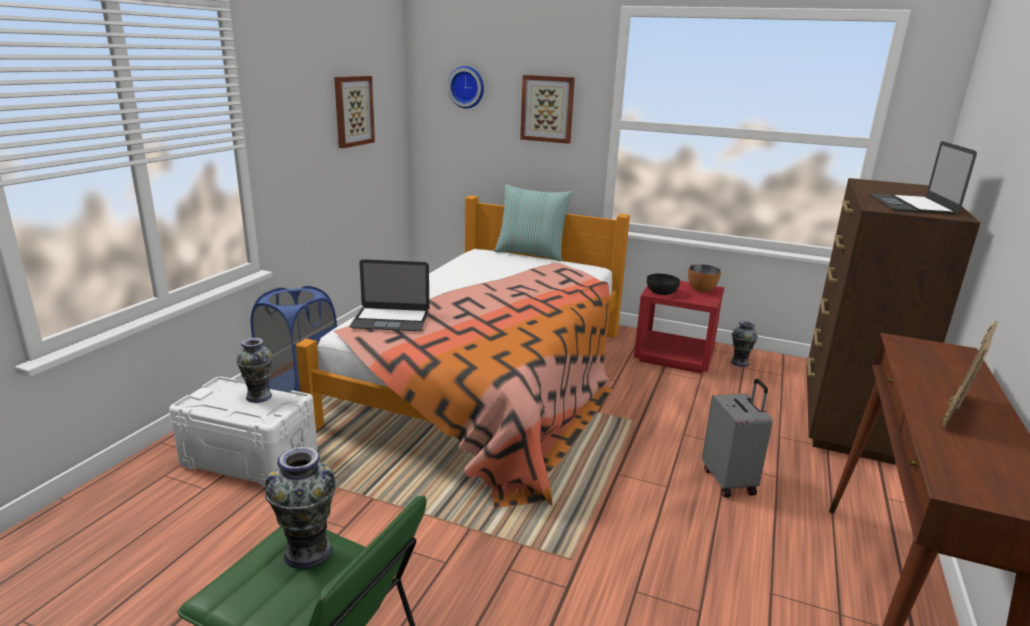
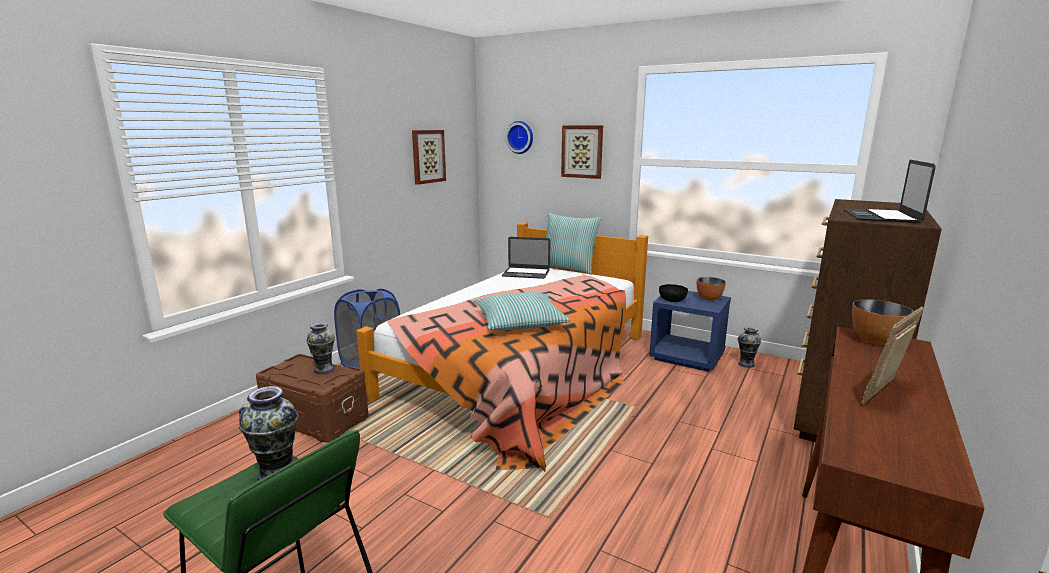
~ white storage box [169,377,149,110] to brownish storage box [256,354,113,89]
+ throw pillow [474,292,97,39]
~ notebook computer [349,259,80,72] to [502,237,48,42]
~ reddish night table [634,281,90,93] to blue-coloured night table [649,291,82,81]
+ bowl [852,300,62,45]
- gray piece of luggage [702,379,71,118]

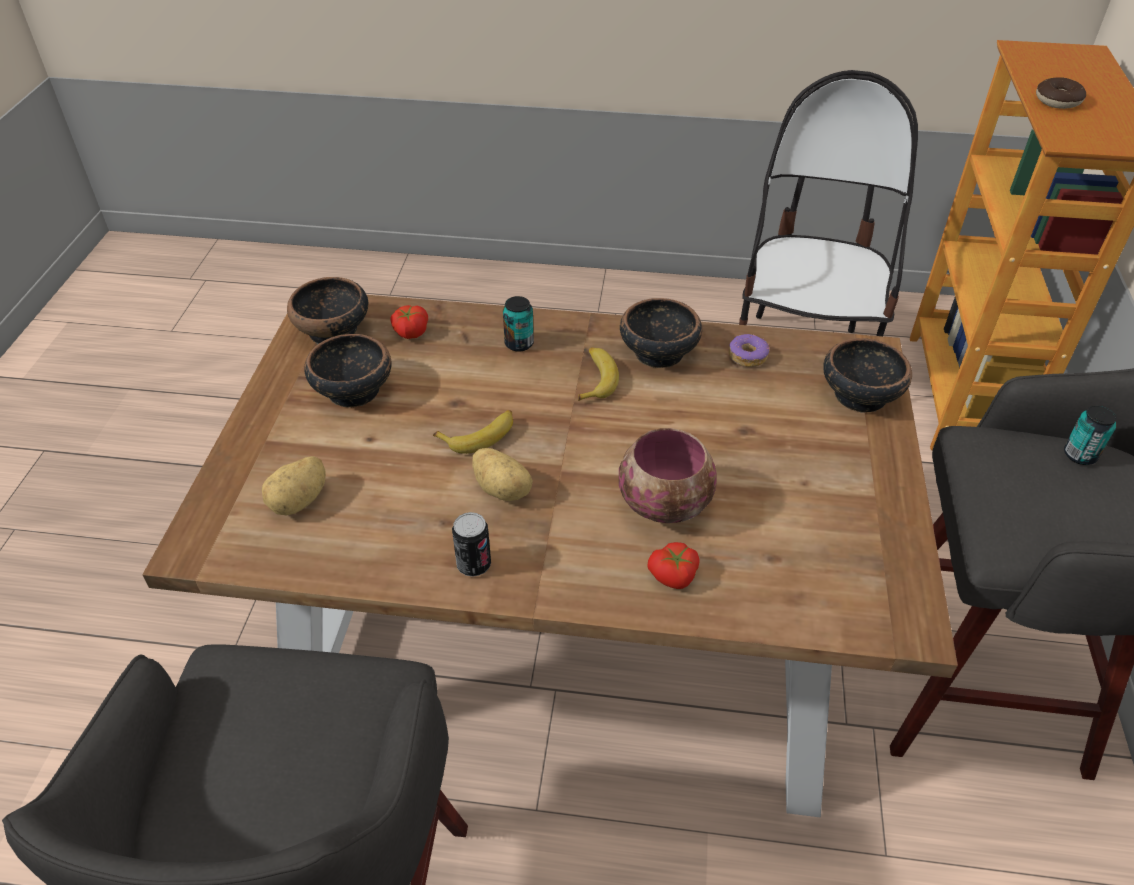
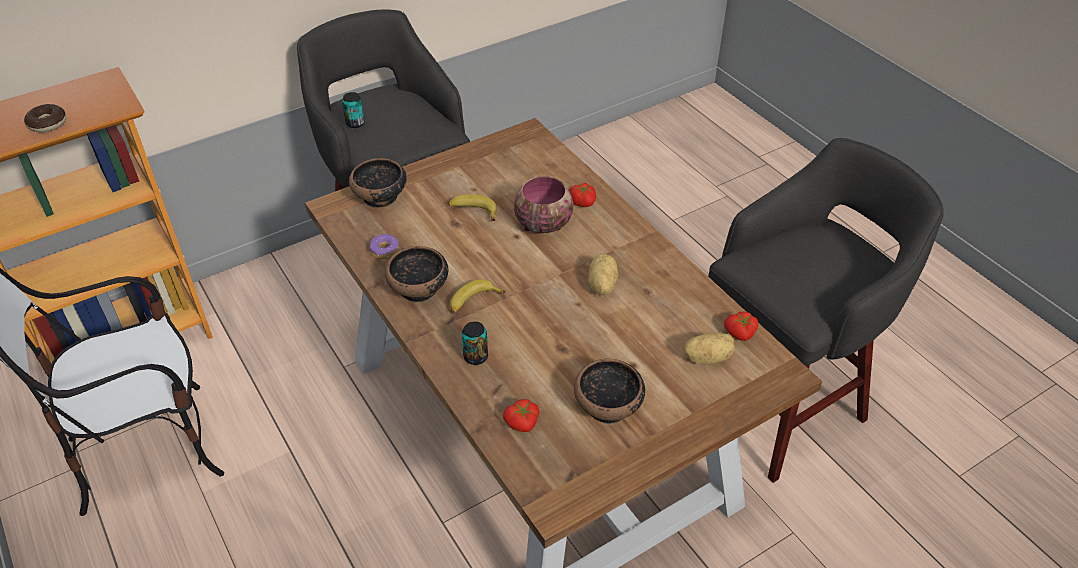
~ whole banana [433,410,80,44] to [448,194,49,27]
+ whole tomato [724,312,34,29]
- bowl [287,277,81,67]
- can [452,512,39,65]

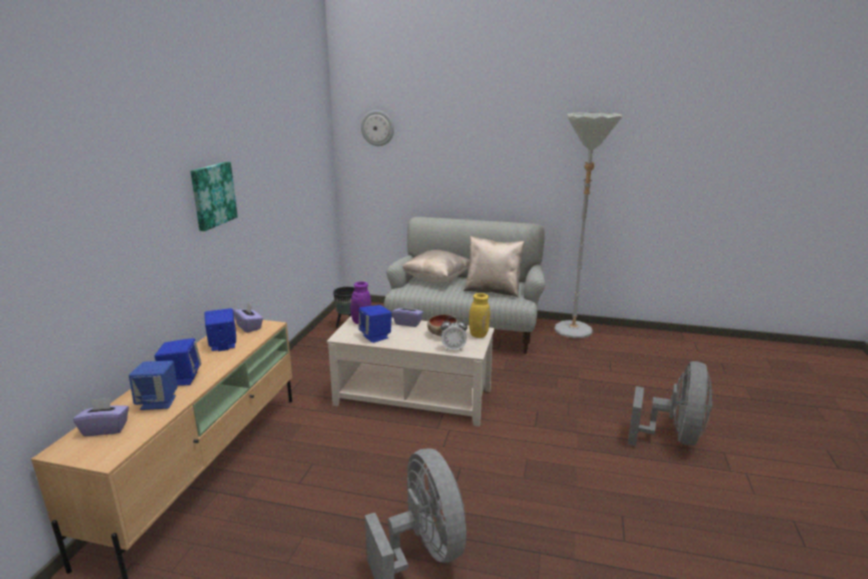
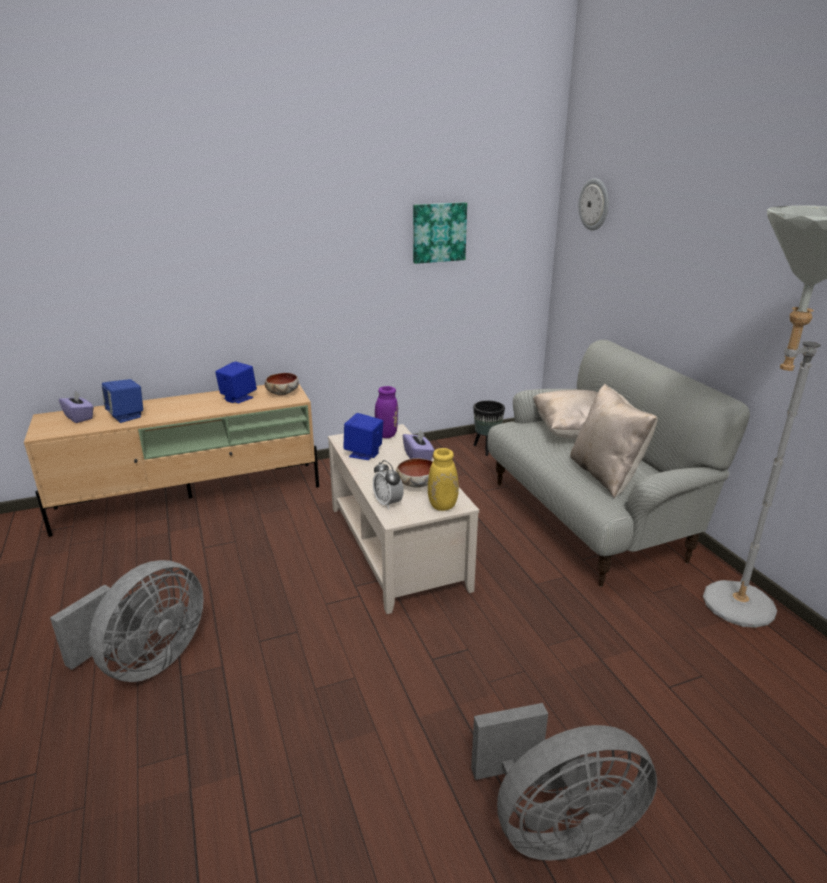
~ purplish tissue holder [233,304,30,29] to bowl [265,373,34,23]
~ wall picture [191,162,47,69] to [413,202,54,62]
- blue-coloured speaker [154,338,47,48]

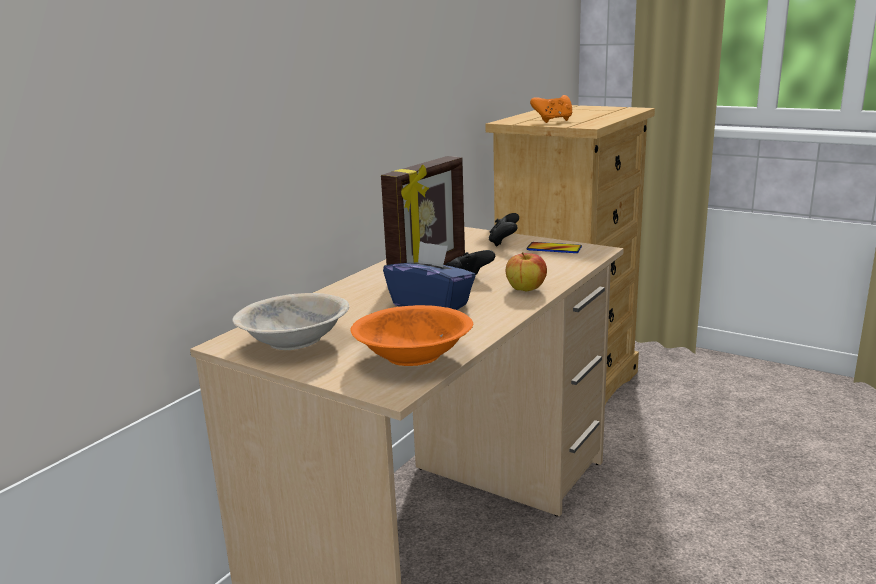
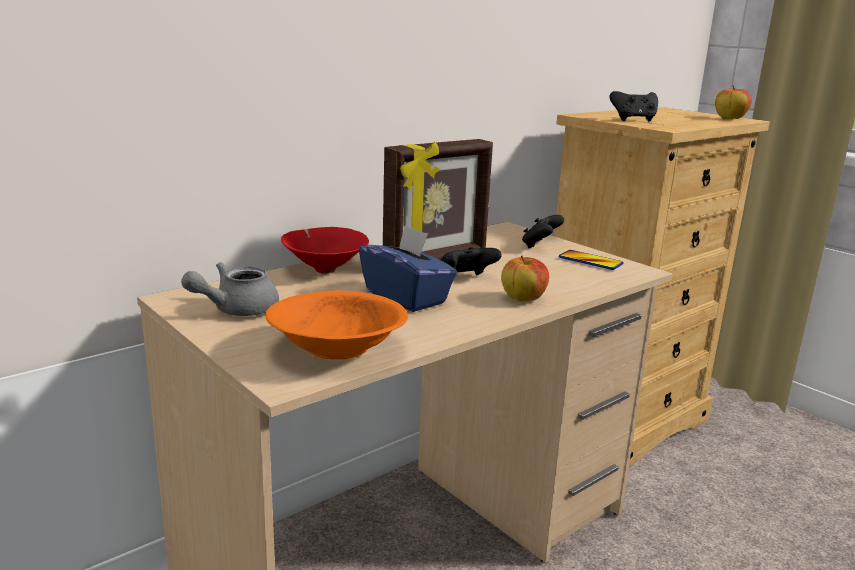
~ beige-coloured bowl [232,293,117,57] to gray teapot [181,262,98,54]
+ reddish bowl [281,227,88,47]
~ orange-coloured gamepad [530,95,42,28] to black-coloured gamepad [609,91,49,31]
+ apple fruit [715,85,37,34]

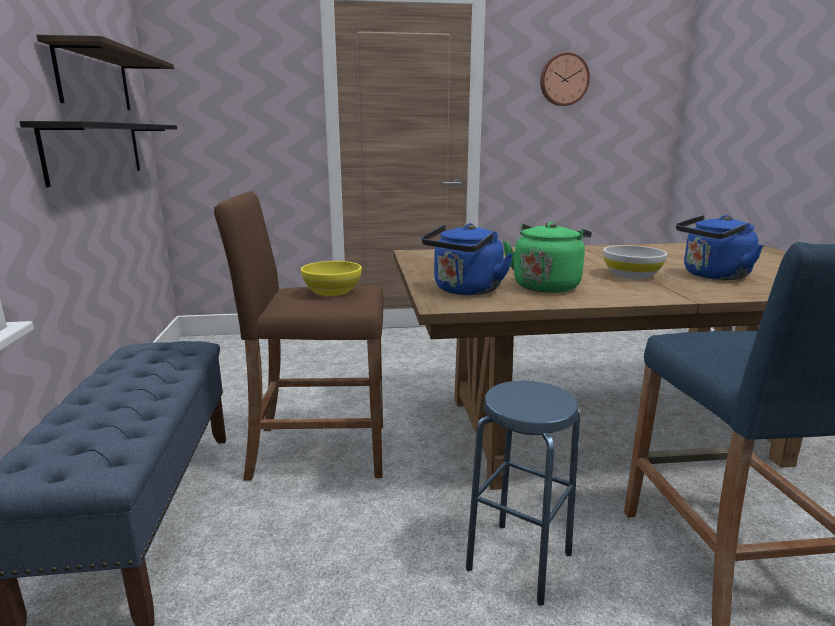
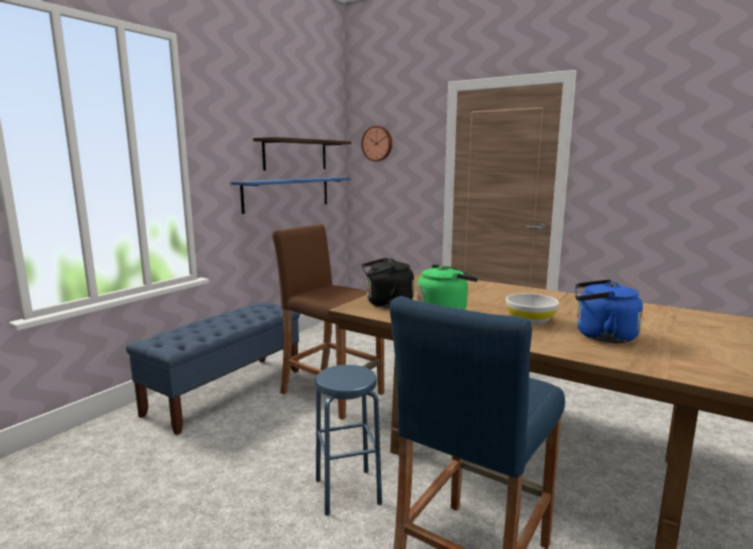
~ black-coloured shelf [20,121,157,66] to blue-coloured shelf [231,177,119,37]
~ clock on the wall [540,52,50,54] to [361,126,31,35]
~ blue-coloured tea kettle [422,223,91,72] to black-coloured tea kettle [361,258,53,50]
- yellow-coloured bowl [301,261,61,35]

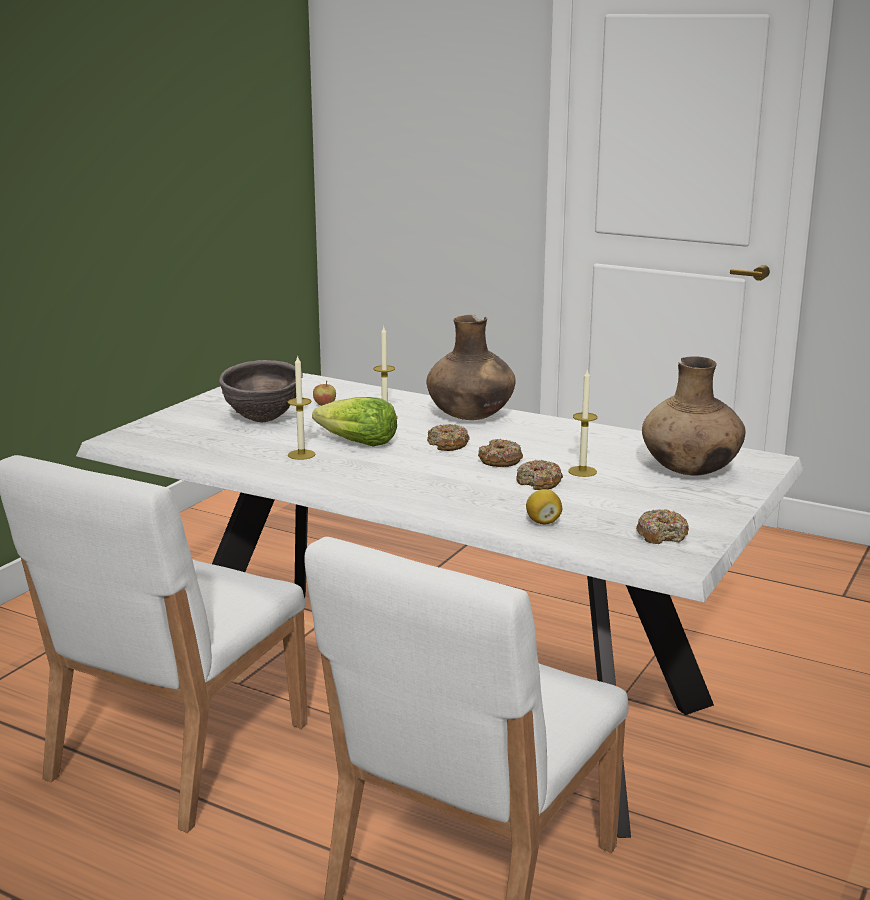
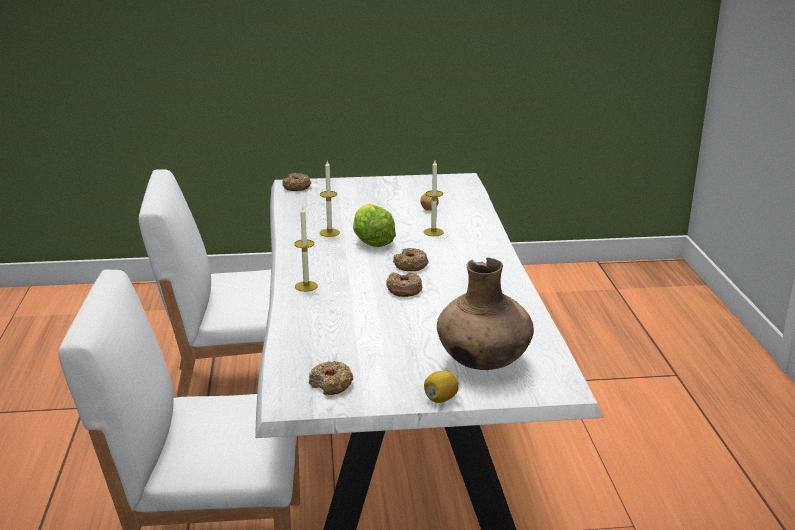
~ doughnut [516,460,47,30] to [282,173,29,18]
~ wax candle [568,368,30,109] to [294,207,24,85]
~ lemon [526,489,36,36] to [424,371,35,32]
- brownish bowl [219,360,84,62]
- brownish decorative vase [427,315,89,105]

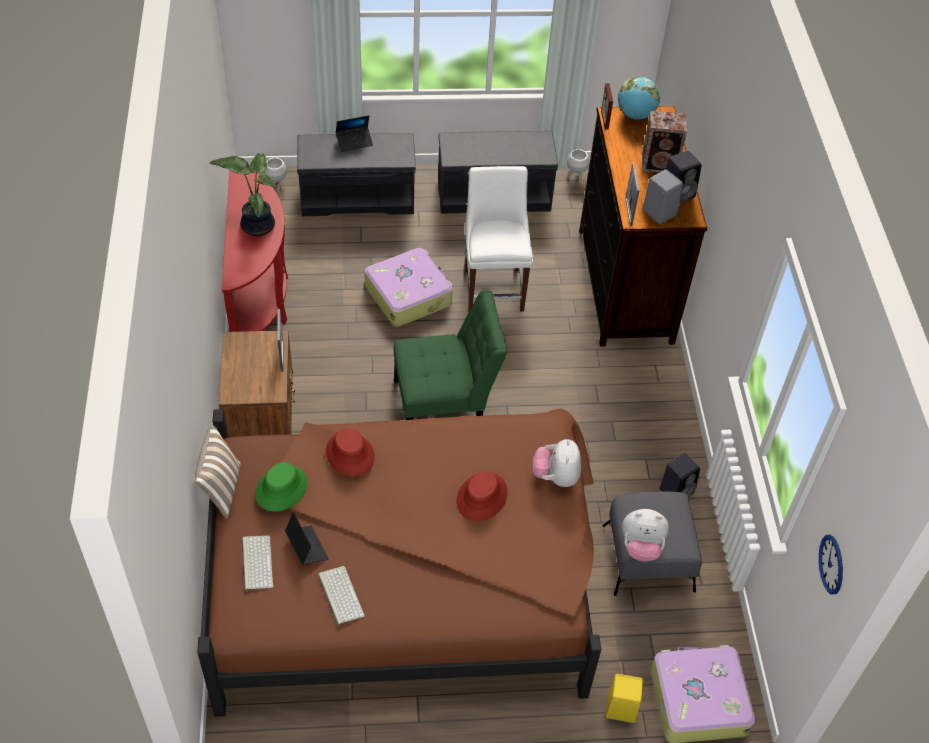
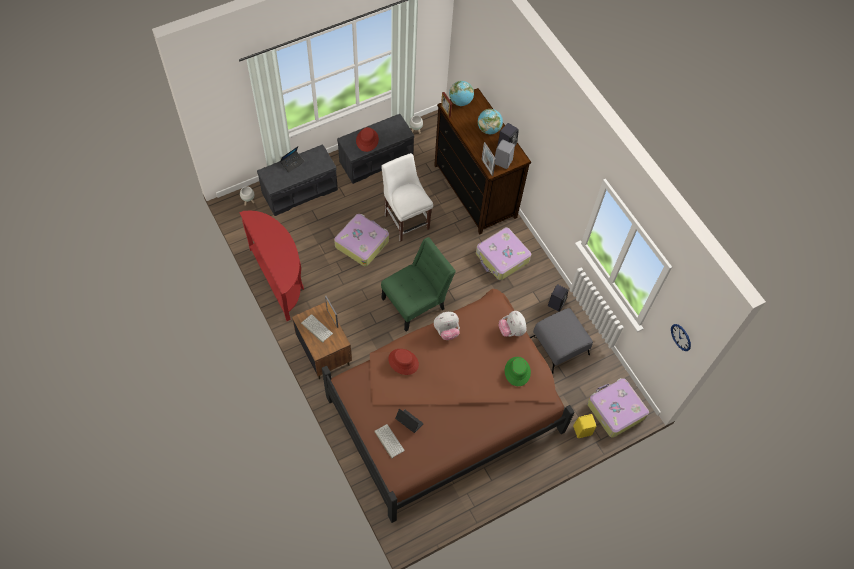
~ PC keyboard [318,566,47,60] to [301,314,32,29]
~ reddish hat [456,471,52,50] to [356,127,23,25]
~ cuddly toy [622,509,47,53] to [434,312,26,28]
+ piece of luggage [476,227,55,53]
~ speaker [642,111,45,61] to desk globe [478,109,25,25]
~ greenish hat [255,462,53,50] to [505,357,26,29]
- throw pillow [194,424,47,95]
- plant in a pot [209,153,70,83]

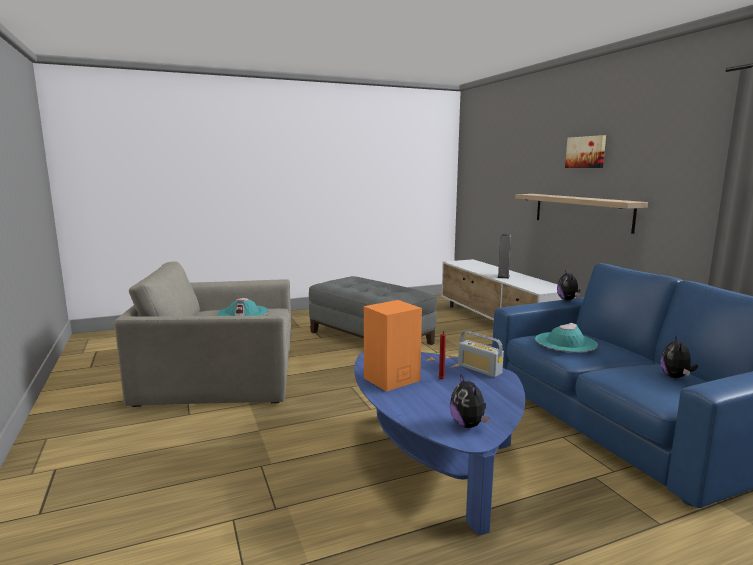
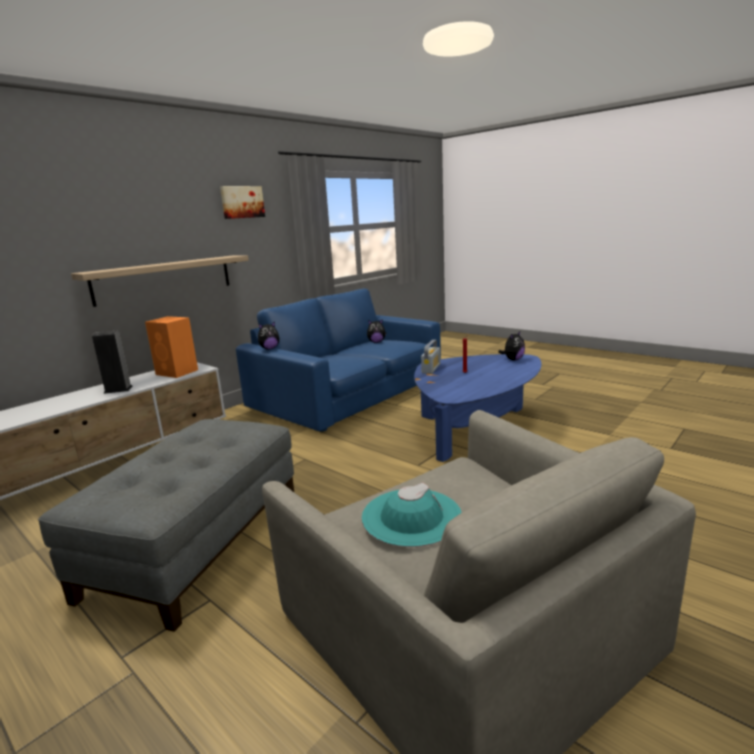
~ orange-coloured speaker [364,300,58,91] to [145,316,53,62]
~ wall picture [565,135,41,33] to [220,186,45,33]
- turquoise hat [535,323,63,29]

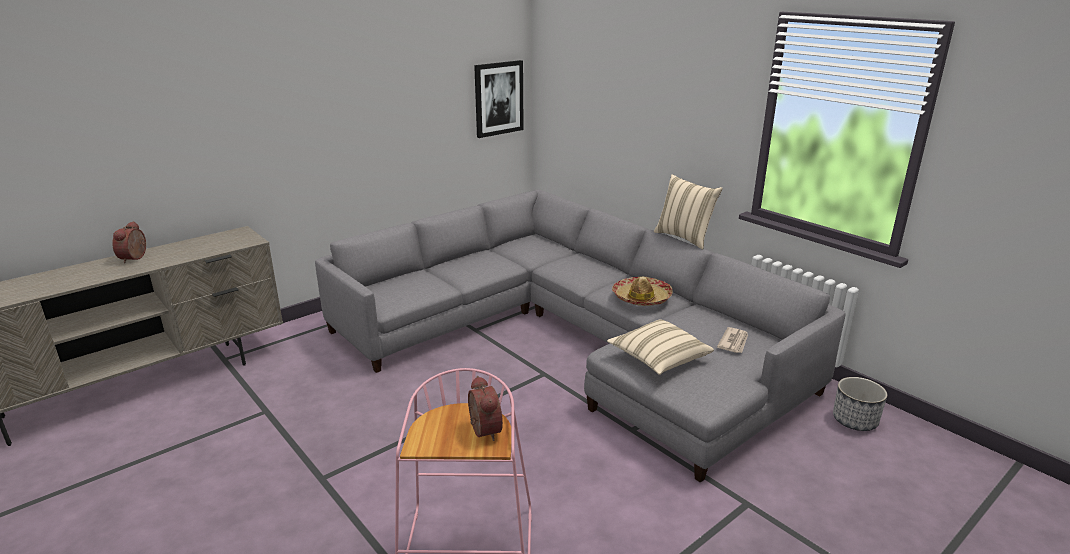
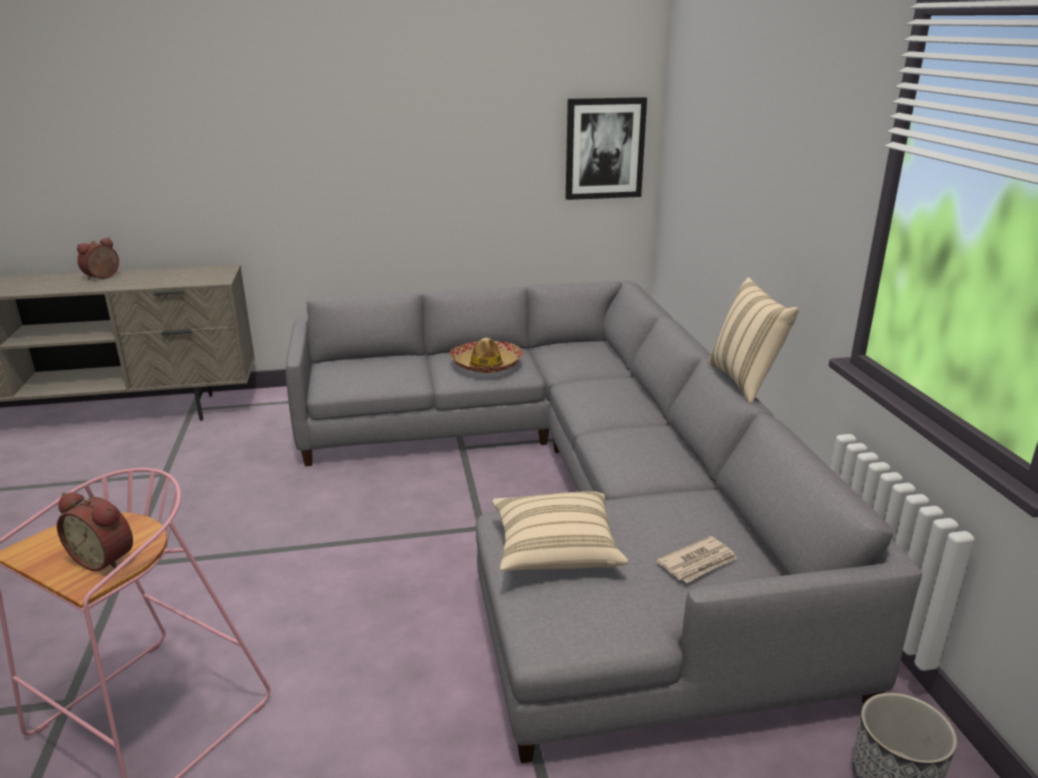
~ bedside clock [468,376,35,65] = [57,492,76,79] 105 degrees clockwise
~ hat [612,276,60,30] to [450,338,73,35]

